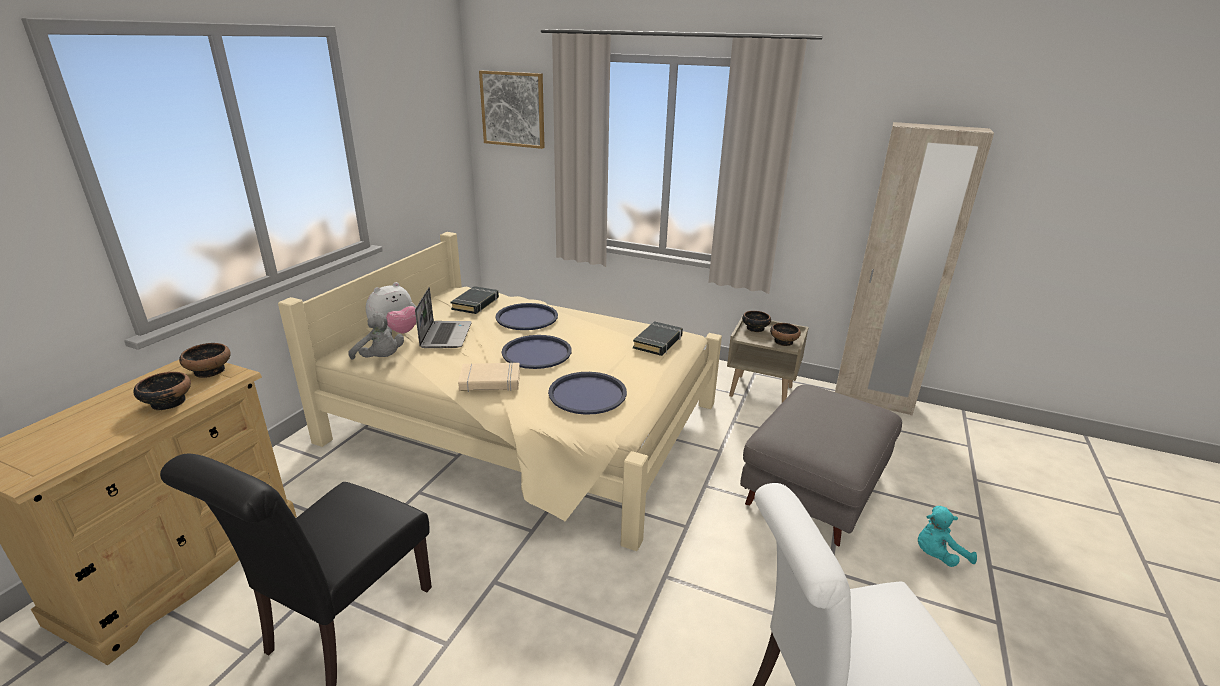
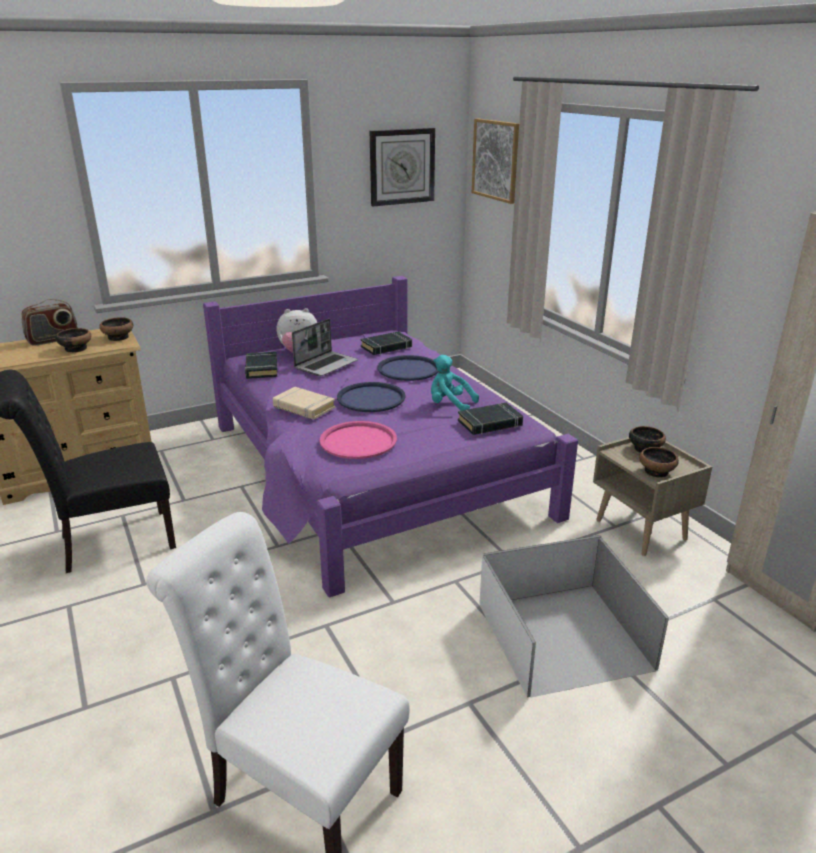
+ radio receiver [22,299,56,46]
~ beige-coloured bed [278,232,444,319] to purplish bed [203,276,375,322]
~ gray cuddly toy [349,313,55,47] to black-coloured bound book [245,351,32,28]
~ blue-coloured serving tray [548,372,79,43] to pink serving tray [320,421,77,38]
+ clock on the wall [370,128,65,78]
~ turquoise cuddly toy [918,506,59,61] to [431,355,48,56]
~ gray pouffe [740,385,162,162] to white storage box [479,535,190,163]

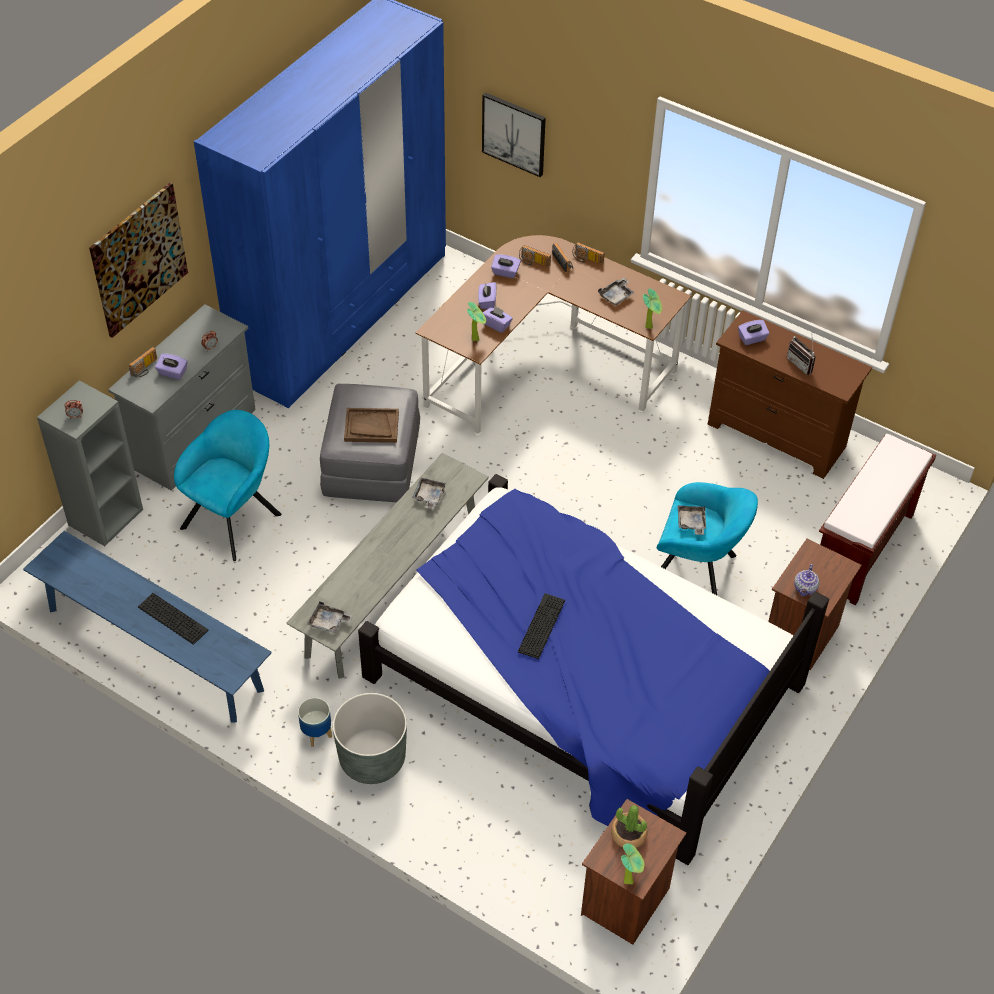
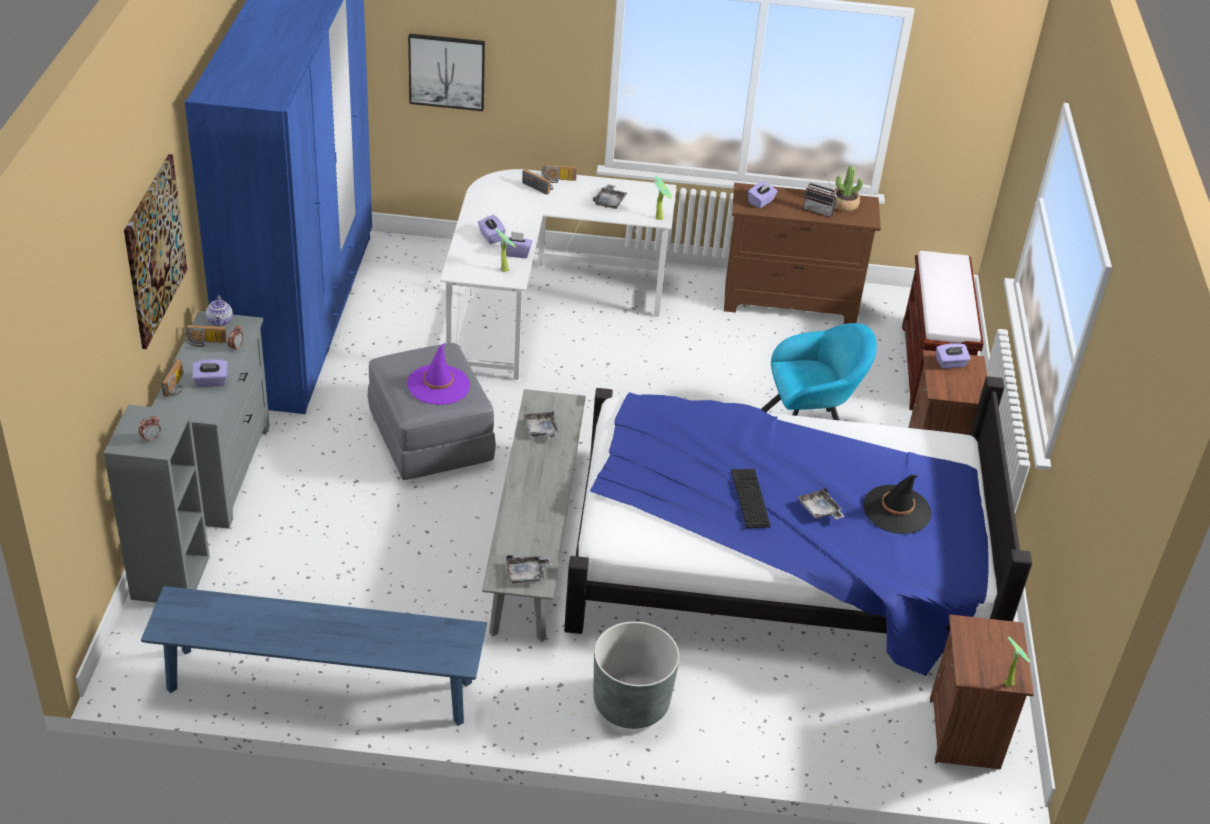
~ radio receiver [519,245,32,22] to [184,325,43,22]
~ teapot [794,564,26,32] to [206,295,27,31]
~ brownish serving tray [344,408,55,35] to purplish hat [407,343,63,62]
~ brownish desk [415,235,276,201] to white desk [440,169,236,213]
~ gray serving tray [678,506,28,29] to [798,487,47,32]
~ plant in a pot [611,805,37,43] to [832,166,31,45]
+ black-coloured hat [863,474,69,60]
~ purplish tissue holder [491,254,30,24] to [936,343,35,26]
- PC keyboard [138,593,70,52]
- turquoise armchair [174,410,108,151]
- plant pot [298,698,34,49]

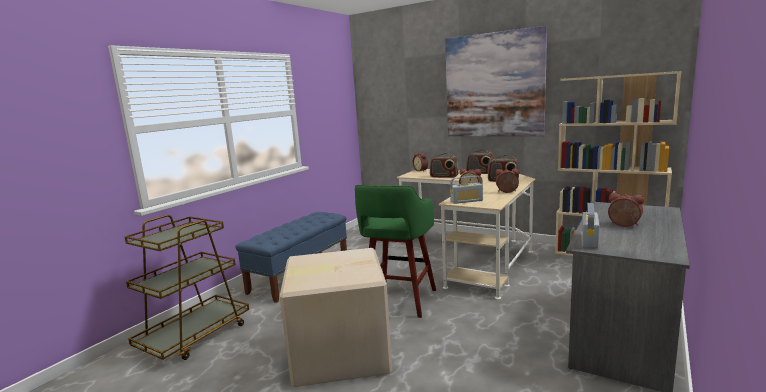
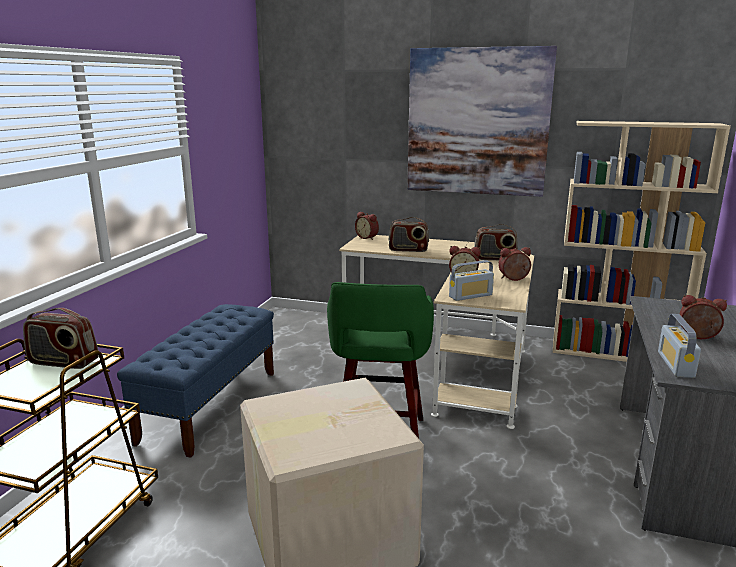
~ radio receiver [466,150,28,24] to [23,308,75,61]

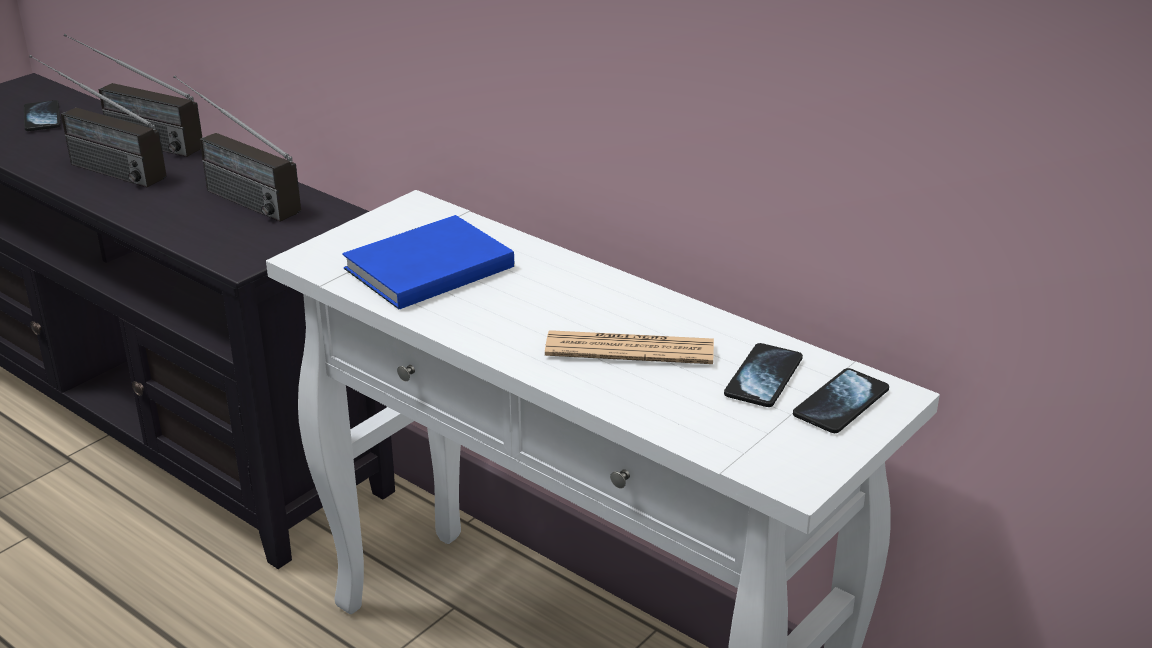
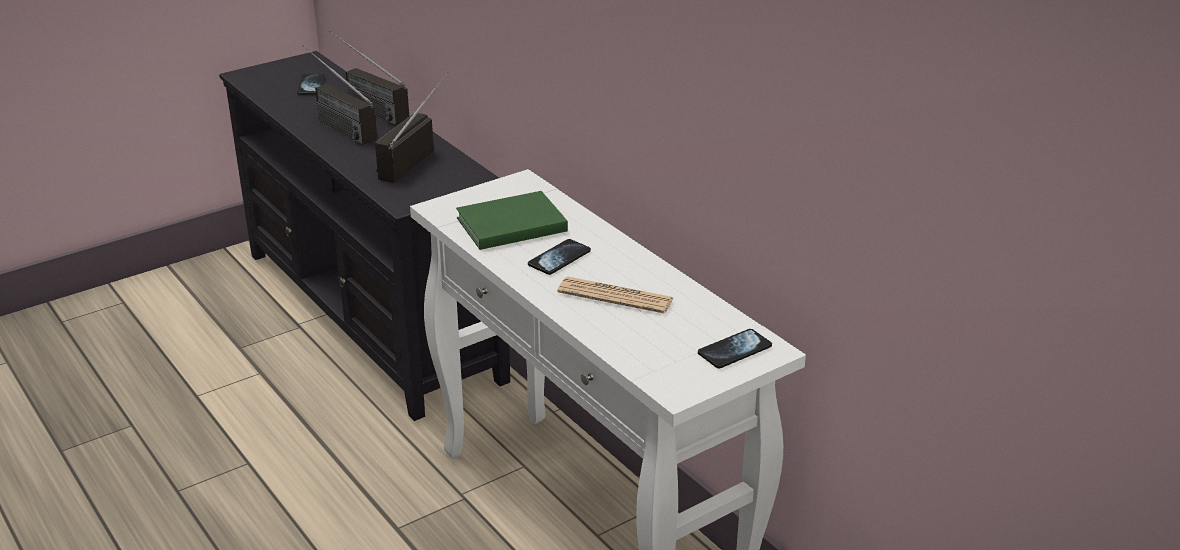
~ radio receiver [174,75,127,147] = [375,71,74,112] 60 degrees clockwise
~ blue-coloured bound book [342,215,172,94] to greenish bound book [456,191,112,59]
~ telephone [724,343,79,64] to [528,239,63,36]

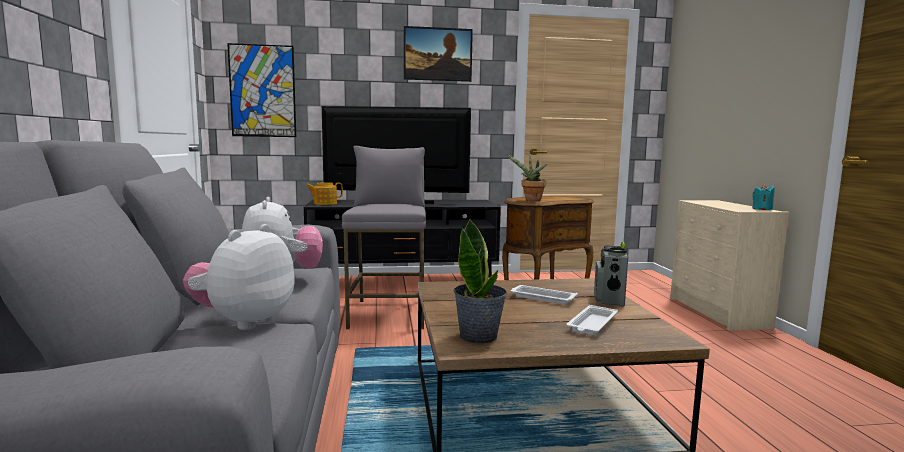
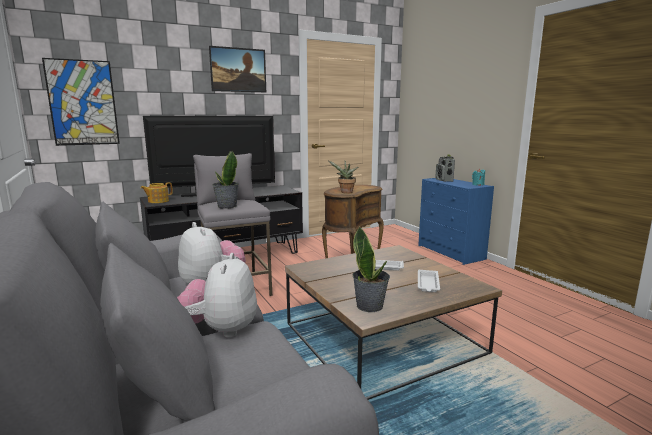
+ plant in a pot [212,151,27,58]
~ beige-coloured drawer chest [670,200,119,131] to blue-coloured drawer chest [418,178,76,87]
~ radio receiver [594,242,34,65] to [435,154,20,28]

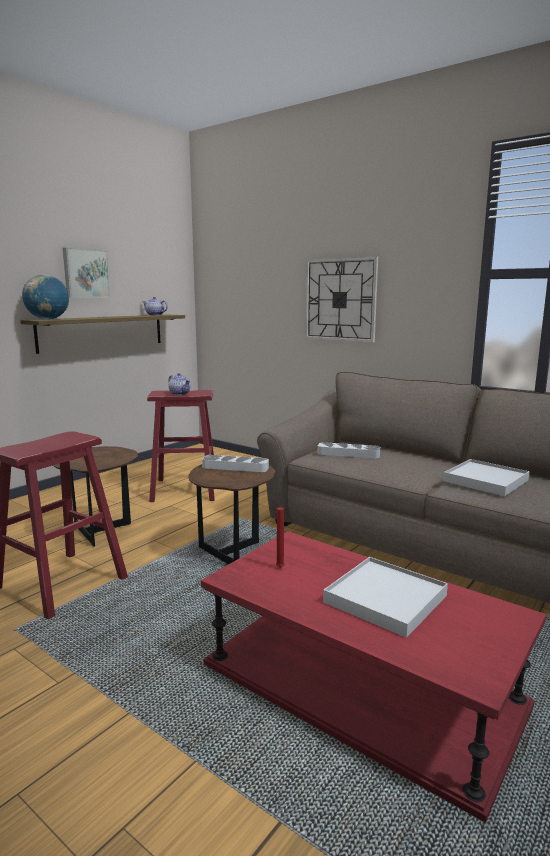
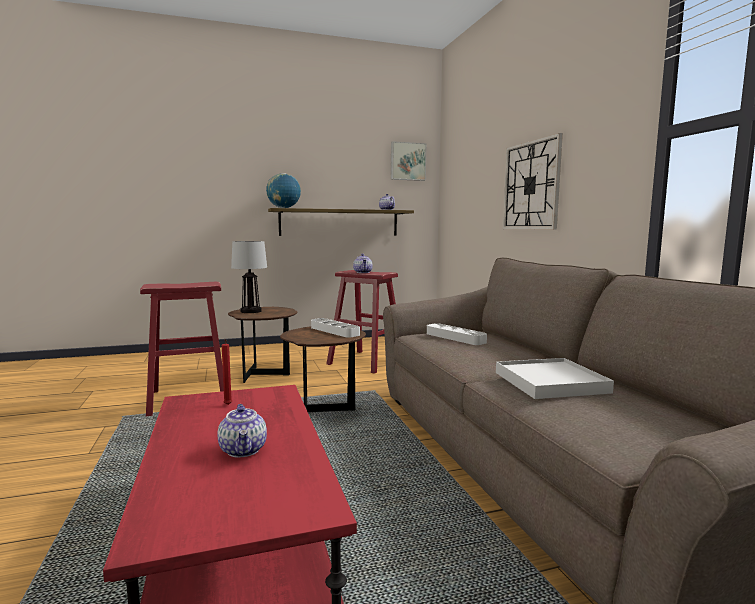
~ white serving tray [323,557,125,81] to teapot [217,404,50,54]
+ tabletop lamp [231,241,36,72]
~ wall picture [63,248,48,50] to [391,141,36,40]

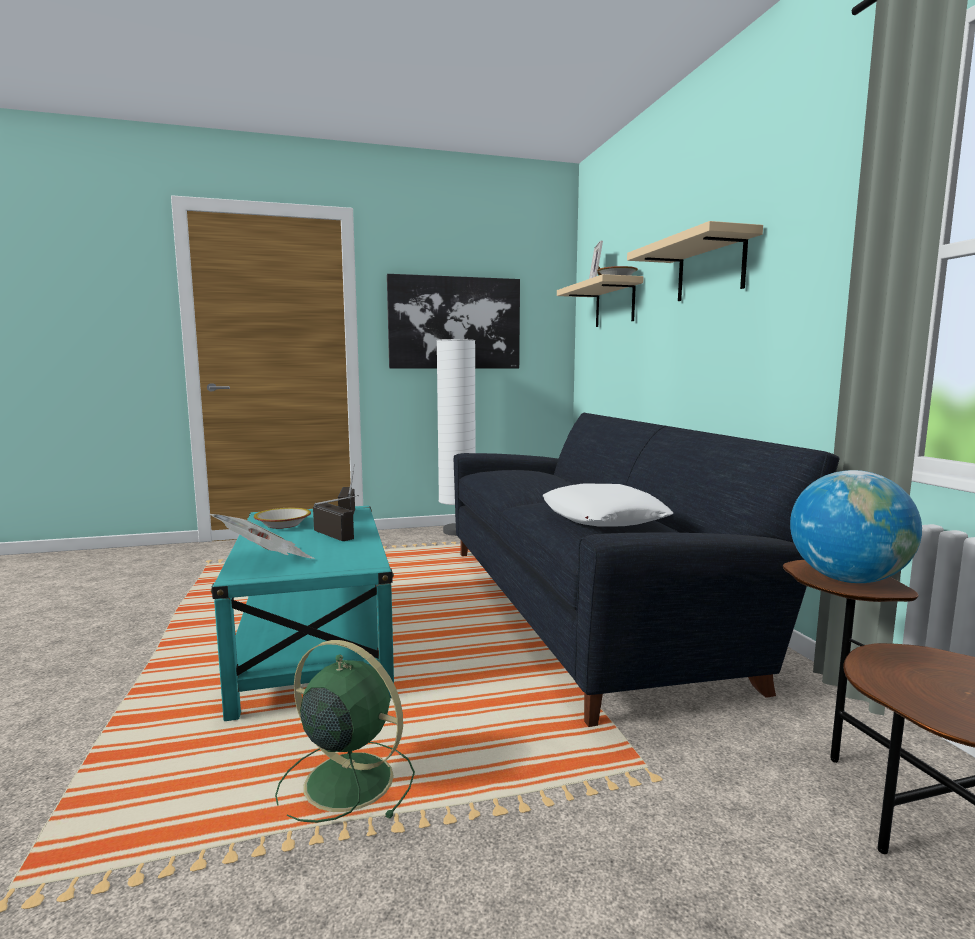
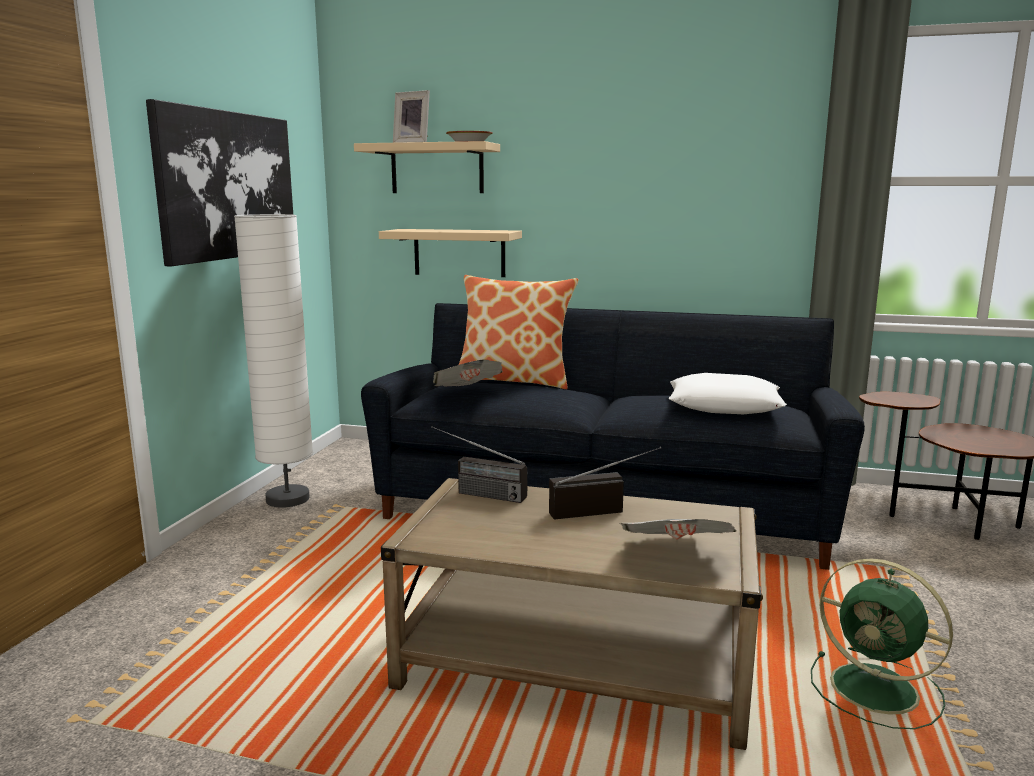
~ beige-coloured shelf [627,221,136,80] to [379,229,143,48]
~ turquoise lounge table [211,506,183,215] to beige-coloured lounge table [381,478,382,272]
+ daily paper [433,359,70,28]
+ throw pillow [459,275,120,114]
~ greenish fan [275,640,140,183] = [811,558,142,171] 105 degrees counterclockwise
- bowl [254,508,57,21]
- desk globe [790,470,132,113]

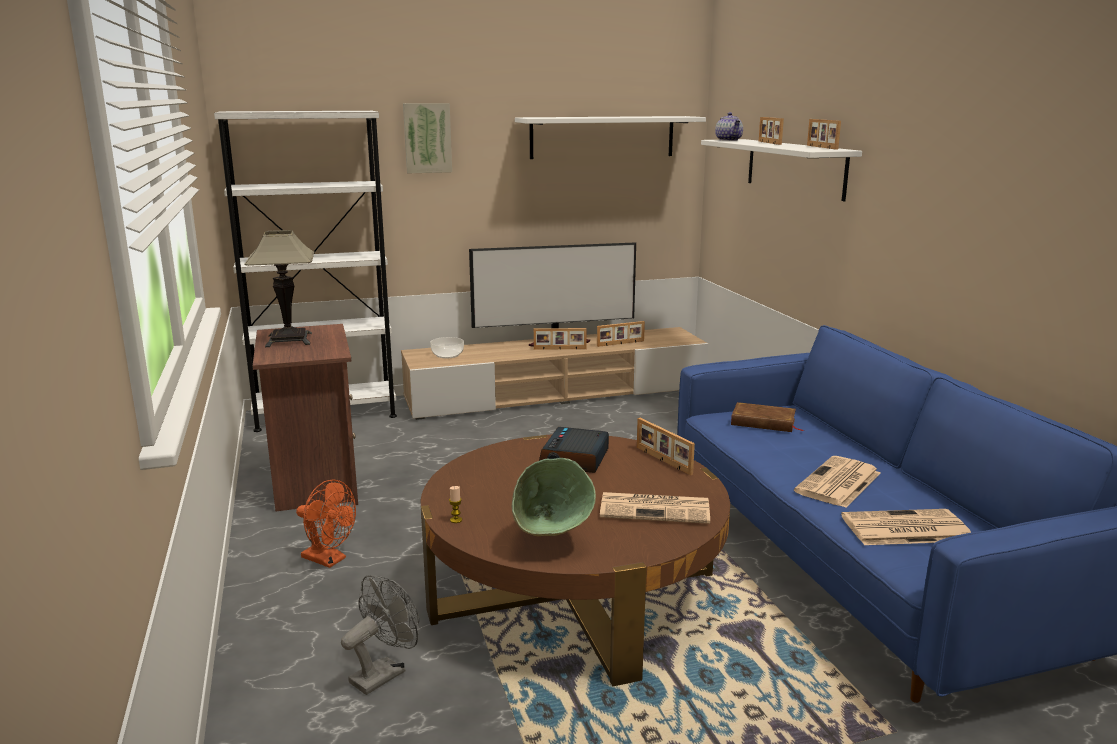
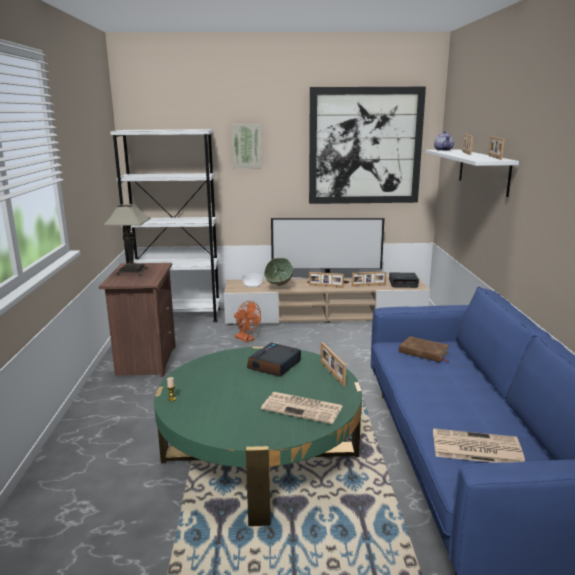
~ brownish lounge table [421,435,309,251] to greenish lounge table [154,347,208,179]
~ orange-coloured fan [296,479,60,89] to [234,301,27,41]
~ greenish bowl [511,458,85,79] to [264,258,29,28]
~ white shelf [515,116,191,43] to wall picture [309,87,117,117]
+ bedside clock [389,272,30,16]
- gray fan [341,575,78,120]
- daily paper [794,456,86,52]

